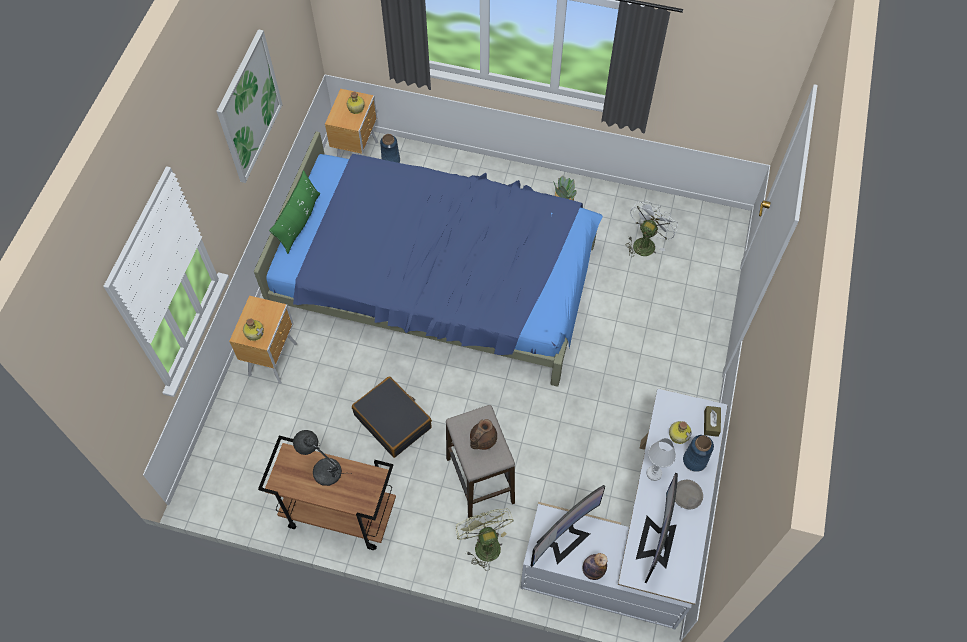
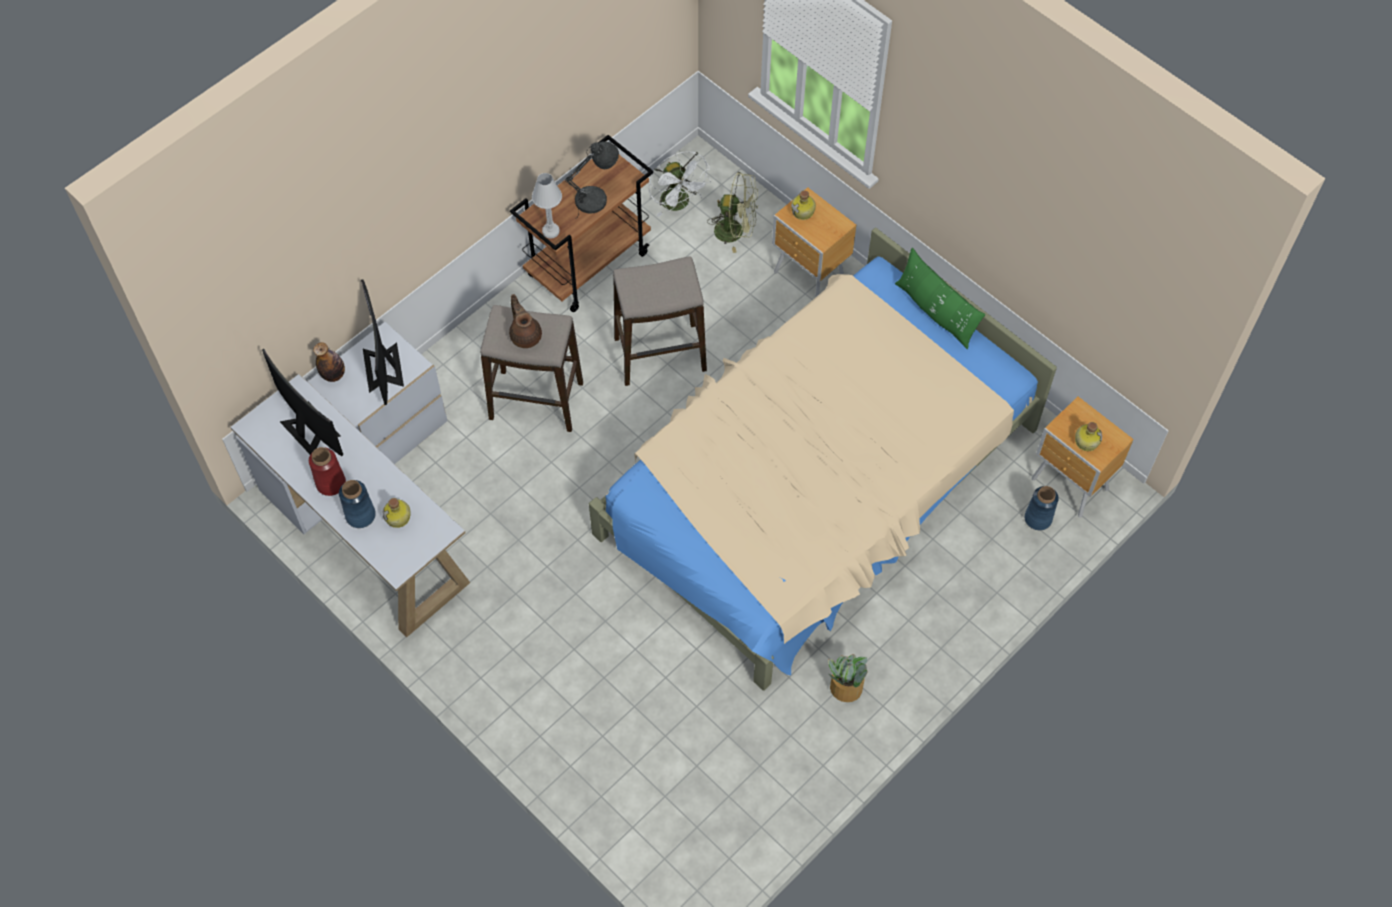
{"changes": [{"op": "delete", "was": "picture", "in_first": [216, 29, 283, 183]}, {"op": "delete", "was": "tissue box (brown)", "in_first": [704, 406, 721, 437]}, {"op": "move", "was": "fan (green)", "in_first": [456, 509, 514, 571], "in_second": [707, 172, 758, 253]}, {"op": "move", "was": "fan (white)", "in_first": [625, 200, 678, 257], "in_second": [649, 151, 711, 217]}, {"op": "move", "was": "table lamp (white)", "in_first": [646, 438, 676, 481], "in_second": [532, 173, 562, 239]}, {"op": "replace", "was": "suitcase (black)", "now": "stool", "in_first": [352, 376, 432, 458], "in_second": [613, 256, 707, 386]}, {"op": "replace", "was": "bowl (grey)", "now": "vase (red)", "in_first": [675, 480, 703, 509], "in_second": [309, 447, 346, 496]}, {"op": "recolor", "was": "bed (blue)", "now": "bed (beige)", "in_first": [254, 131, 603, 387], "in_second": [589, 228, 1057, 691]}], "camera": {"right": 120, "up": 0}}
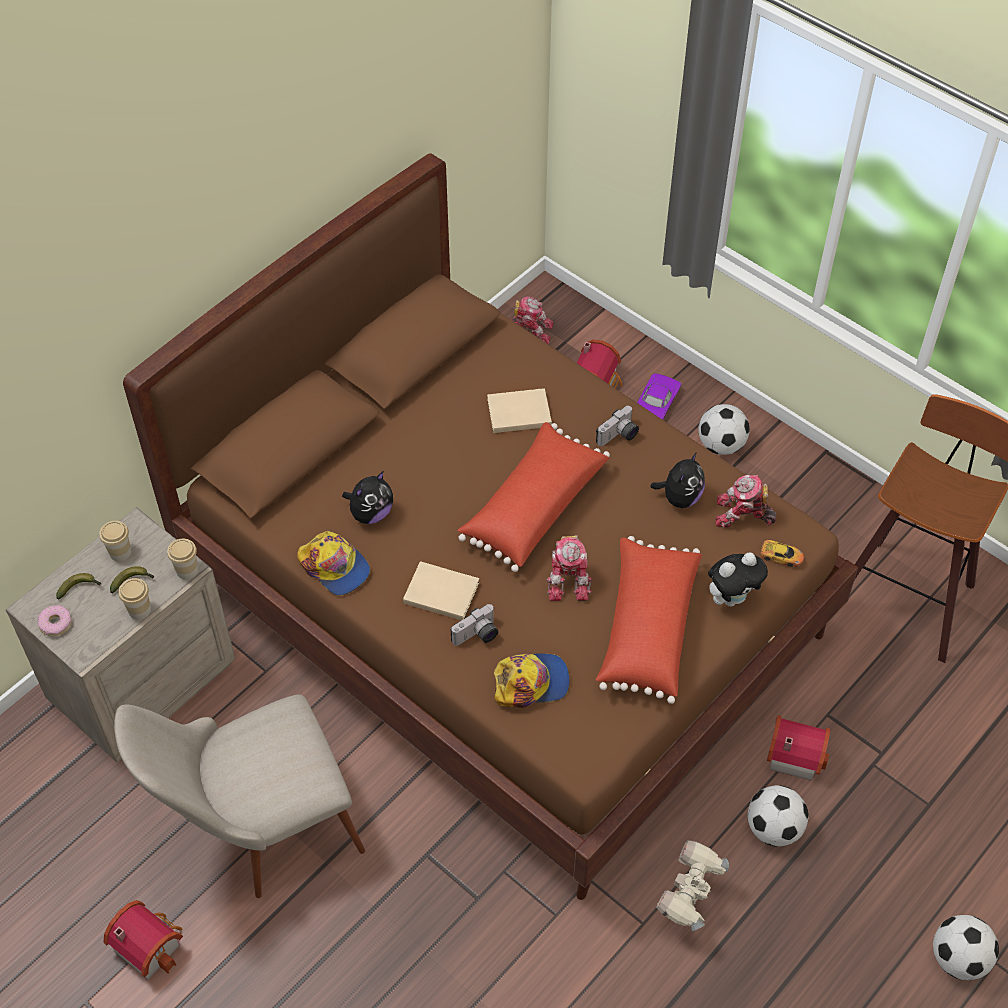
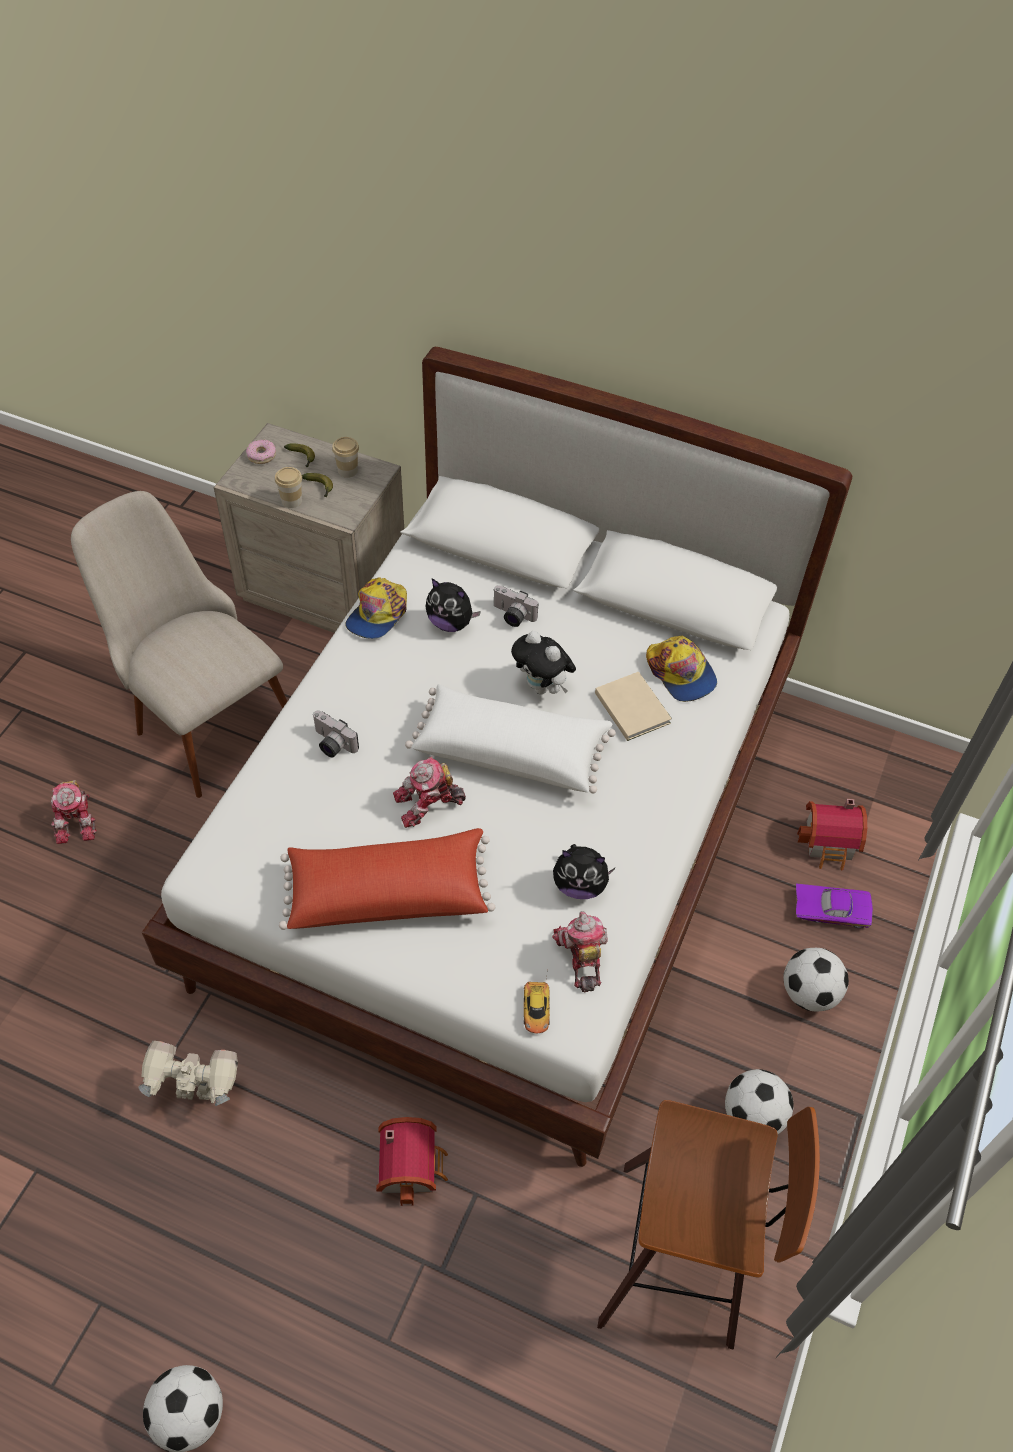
{"changes": [{"op": "delete", "was": "toy house", "in_first": [103, 900, 183, 980]}, {"op": "delete", "was": "cup", "in_first": [167, 539, 198, 579]}, {"op": "delete", "was": "book (beige)", "in_first": [403, 561, 479, 620]}, {"op": "move", "was": "cap", "in_first": [494, 653, 570, 708], "in_second": [646, 635, 717, 702]}, {"op": "move", "was": "toy robot", "in_first": [510, 296, 553, 345], "in_second": [51, 780, 97, 844]}, {"op": "move", "was": "photo camera", "in_first": [596, 406, 639, 446], "in_second": [493, 585, 538, 627]}, {"op": "move", "was": "plush toy", "in_first": [708, 552, 768, 607], "in_second": [511, 631, 576, 694]}, {"op": "move", "was": "football", "in_first": [747, 785, 809, 847], "in_second": [725, 1069, 794, 1134]}, {"op": "recolor", "was": "bed (brown)", "now": "bed (white)", "in_first": [123, 153, 858, 900], "in_second": [142, 347, 852, 1167]}, {"op": "recolor", "was": "pillow (red)", "now": "pillow (white)", "in_first": [458, 422, 610, 572], "in_second": [405, 684, 616, 794]}], "camera": {"right": 70, "up": 0}}
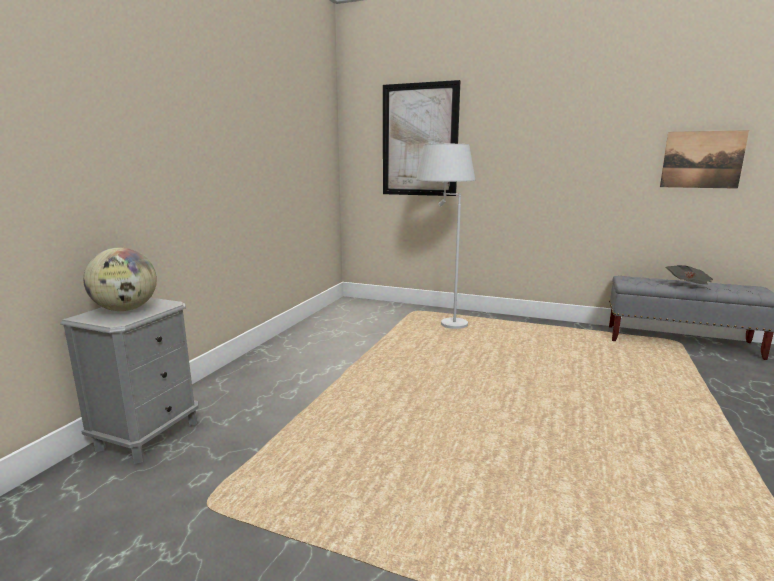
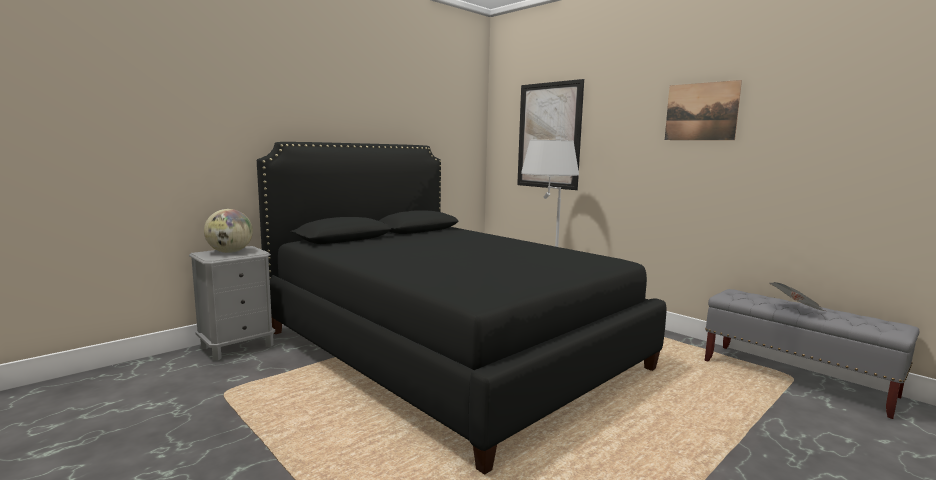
{"changes": [{"op": "insert", "now": "bed (black)", "in_second": [257, 142, 666, 475]}, {"op": "move", "was": "picture", "in_first": [660, 130, 749, 189], "in_second": [665, 80, 742, 140]}], "camera": {"right": 25, "up": -5}}
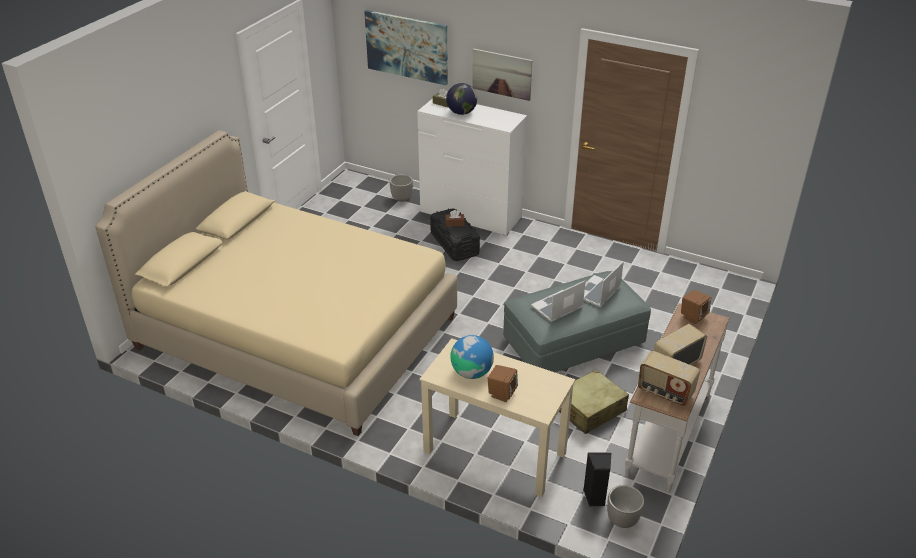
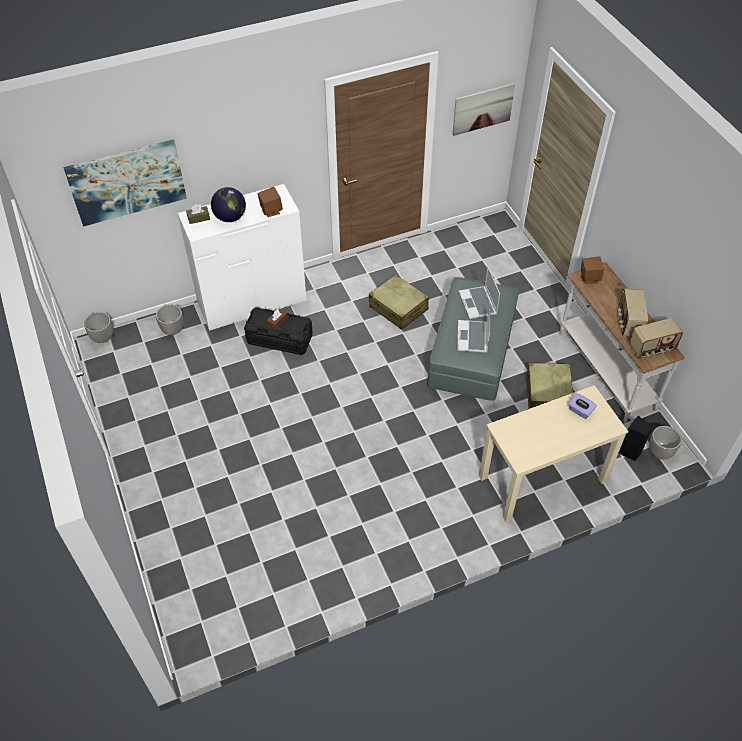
{"changes": [{"op": "delete", "was": "bed (beige)", "in_first": [95, 130, 457, 436]}, {"op": "delete", "was": "globe", "in_first": [450, 335, 494, 379]}, {"op": "insert", "now": "planter", "in_second": [84, 312, 113, 343]}, {"op": "insert", "now": "suitcase (beige)", "in_second": [369, 274, 429, 330]}, {"op": "insert", "now": "tissue box (purple)", "in_second": [568, 393, 597, 419]}, {"op": "move", "was": "picture", "in_first": [472, 49, 532, 101], "in_second": [452, 83, 515, 136]}, {"op": "move", "was": "speaker (brown)", "in_first": [488, 365, 518, 402], "in_second": [258, 187, 283, 217]}], "camera": {"right": -50, "up": 15}}
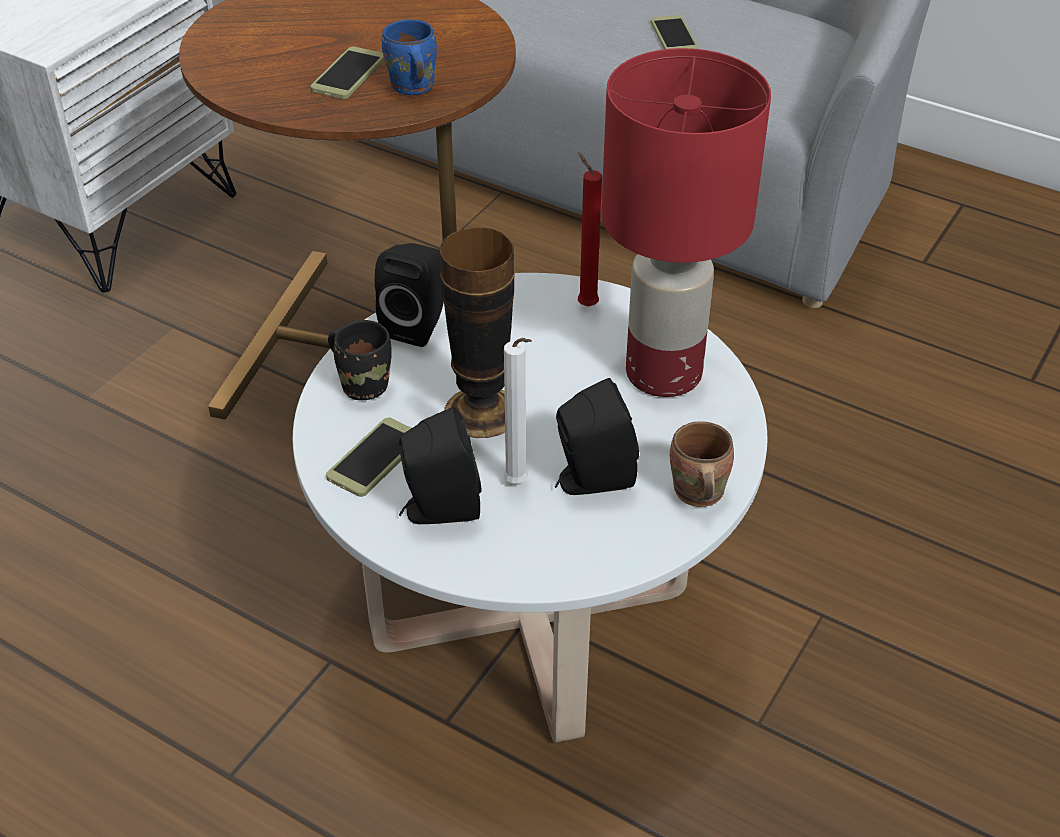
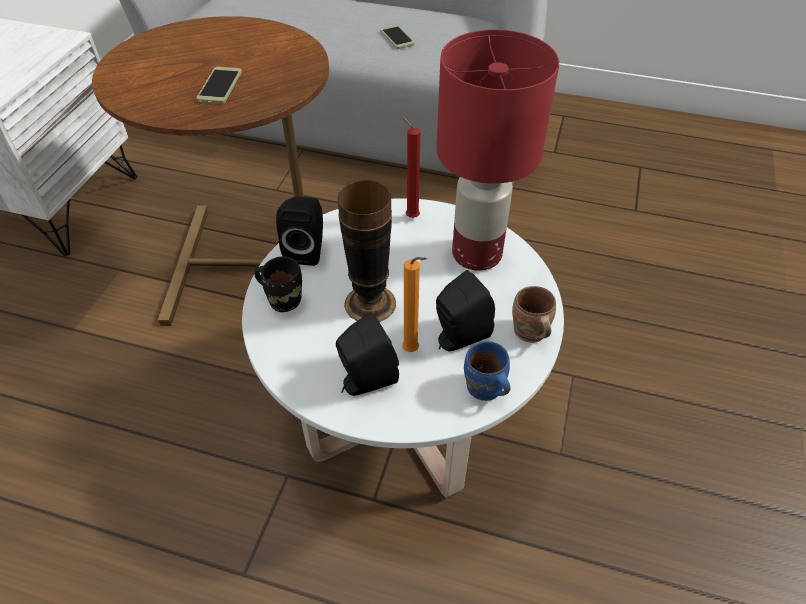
{"changes": [{"op": "delete", "was": "phone", "in_first": [326, 418, 411, 497]}, {"op": "move", "was": "mug (blue)", "in_first": [382, 19, 437, 95], "in_second": [464, 341, 511, 401]}, {"op": "recolor", "was": "candle (white)", "now": "candle (orange)", "in_first": [504, 338, 532, 484], "in_second": [402, 257, 427, 352]}], "camera": {"right": -15, "up": 5}}
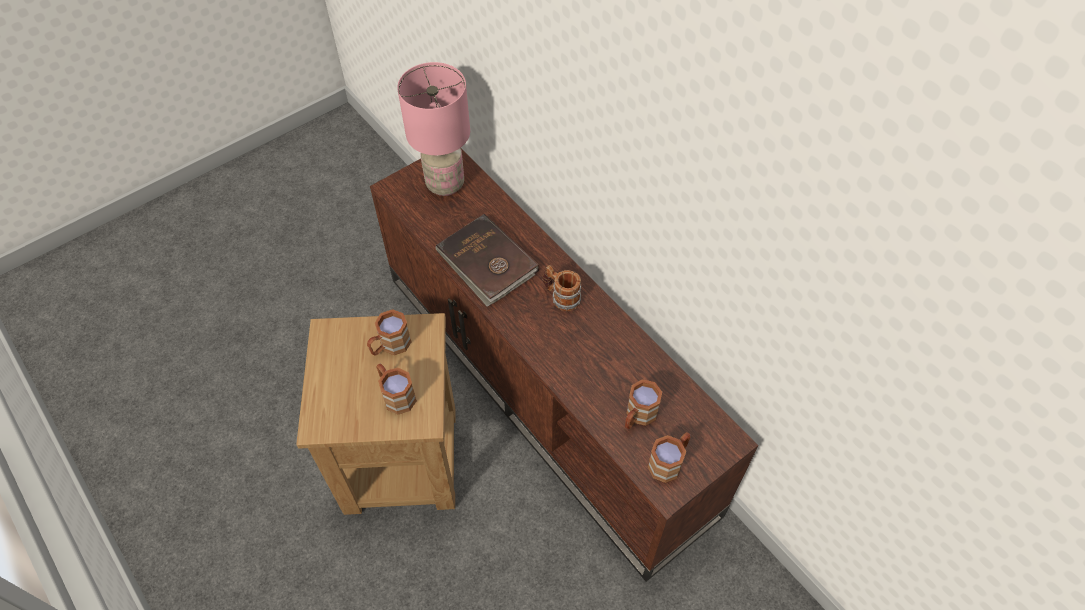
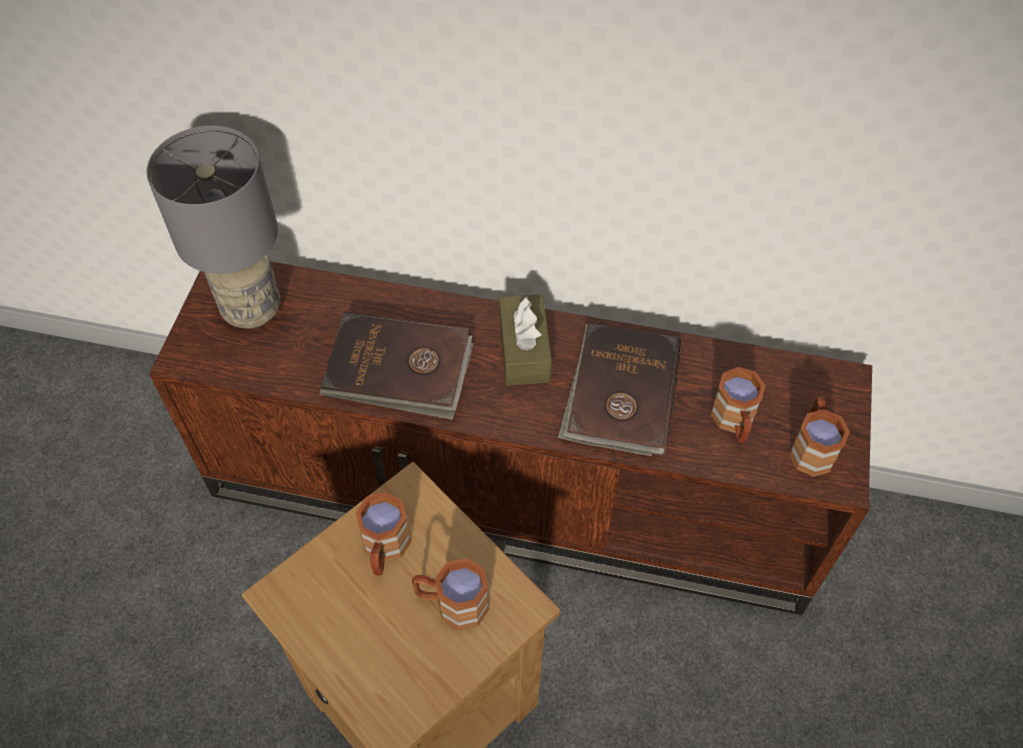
{"changes": [{"op": "insert", "now": "book (brown)", "in_second": [558, 323, 681, 457]}, {"op": "replace", "was": "mug", "now": "tissue box (brown)", "in_first": [543, 265, 581, 311], "in_second": [499, 294, 552, 386]}, {"op": "recolor", "was": "table lamp (pink)", "now": "table lamp (grey)", "in_first": [397, 62, 470, 196], "in_second": [147, 126, 281, 329]}], "camera": {"right": -40, "up": 0}}
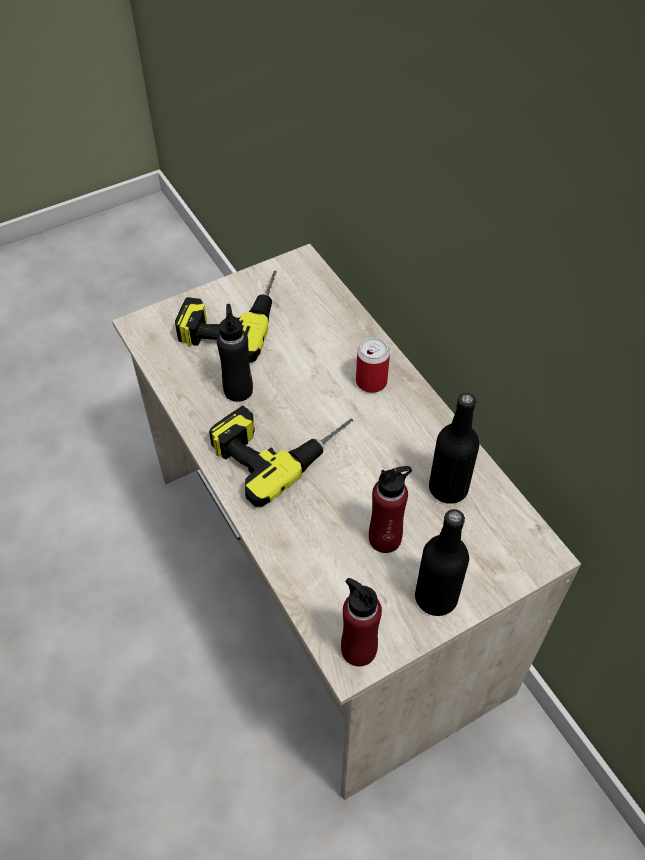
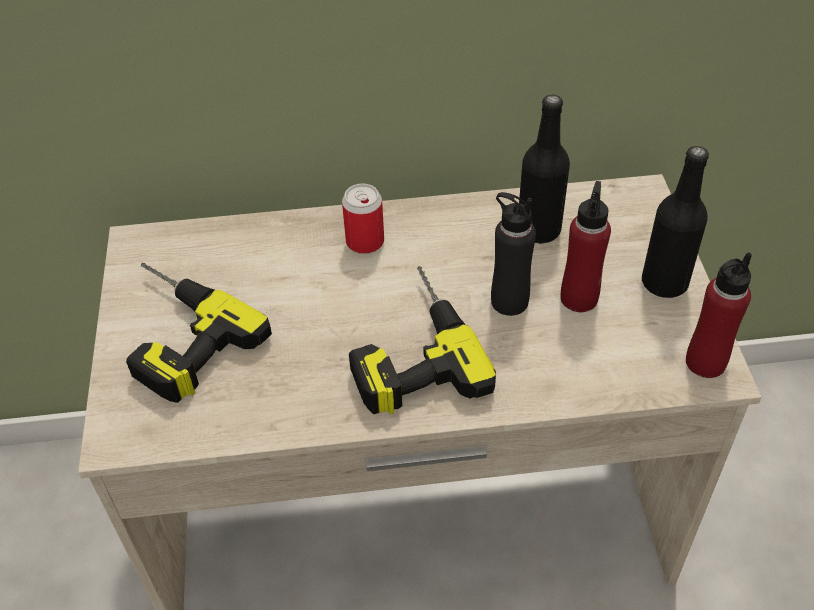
{"changes": [{"op": "move", "was": "bottle (black)", "in_first": [217, 304, 253, 402], "in_second": [491, 192, 536, 316]}], "camera": {"right": -65, "up": -5}}
